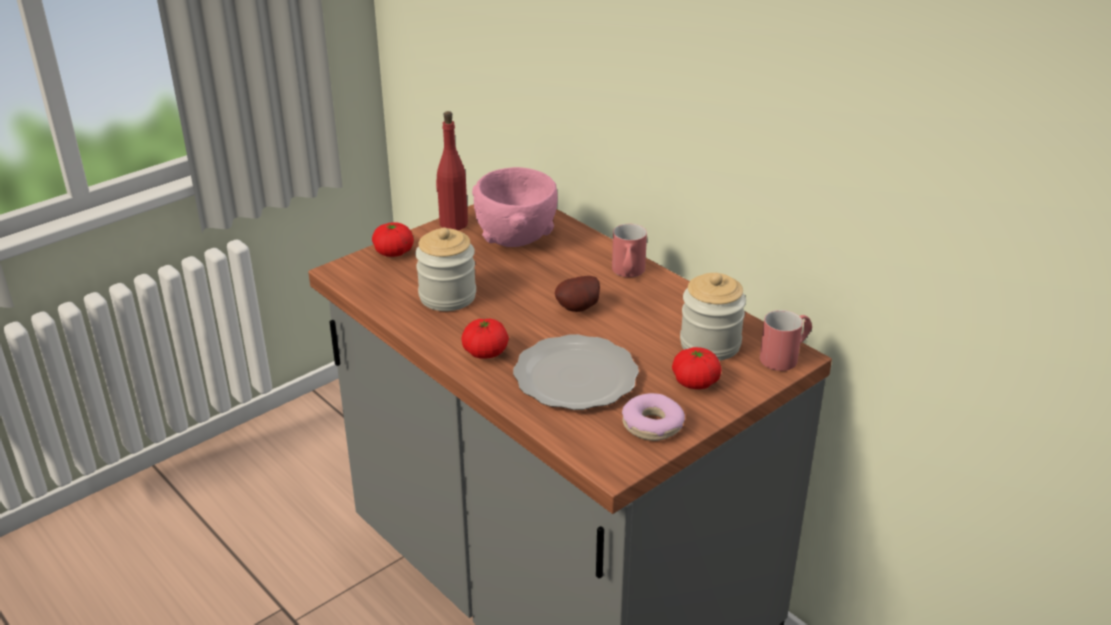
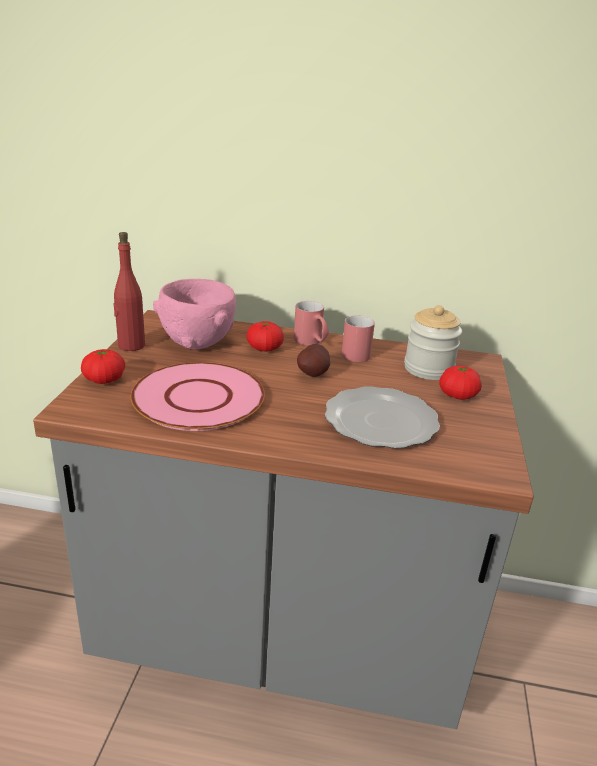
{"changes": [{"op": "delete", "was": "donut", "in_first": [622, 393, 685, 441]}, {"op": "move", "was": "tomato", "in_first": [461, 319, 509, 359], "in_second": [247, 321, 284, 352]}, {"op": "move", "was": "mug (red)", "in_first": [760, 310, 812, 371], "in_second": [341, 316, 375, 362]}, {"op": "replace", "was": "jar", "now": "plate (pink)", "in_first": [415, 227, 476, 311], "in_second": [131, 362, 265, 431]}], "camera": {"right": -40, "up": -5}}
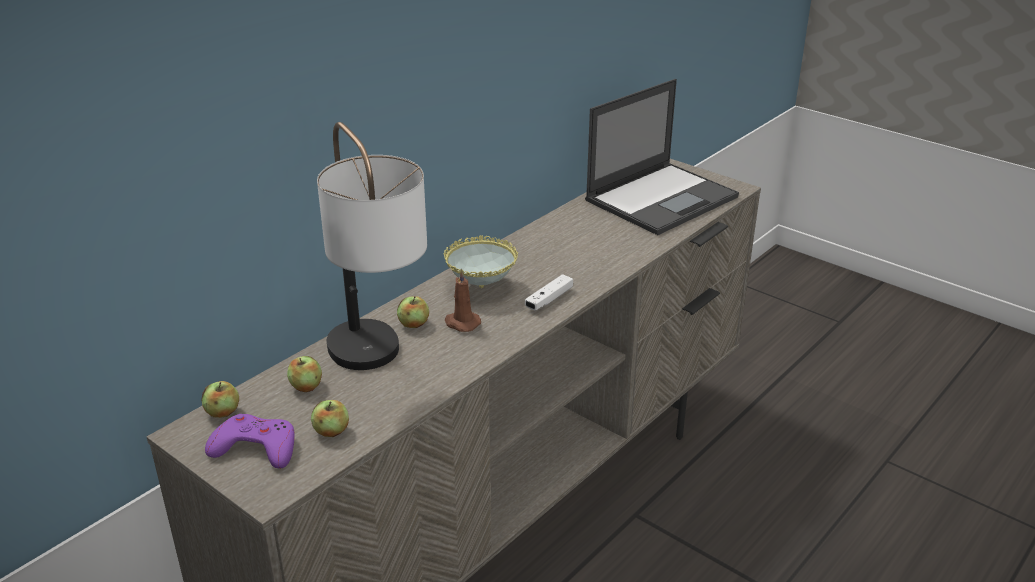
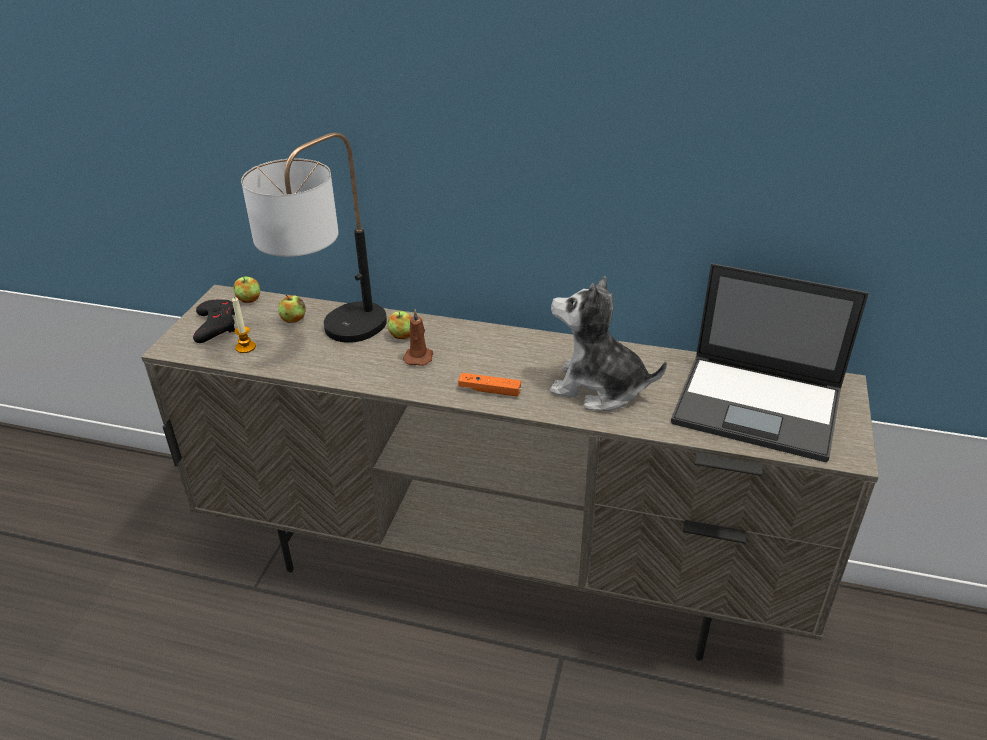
{"changes": [{"op": "delete", "was": "bowl", "in_first": [443, 235, 518, 288]}, {"op": "insert", "now": "plush toy", "in_second": [550, 276, 667, 411]}, {"op": "replace", "was": "apple", "now": "candle", "in_first": [311, 400, 349, 437], "in_second": [232, 297, 256, 353]}, {"op": "recolor", "was": "game controller (purple)", "now": "game controller (black)", "in_first": [205, 414, 295, 468], "in_second": [193, 300, 235, 343]}, {"op": "recolor", "was": "game controller (white)", "now": "game controller (orange)", "in_first": [525, 274, 573, 310], "in_second": [458, 373, 521, 396]}], "camera": {"right": 65, "up": 5}}
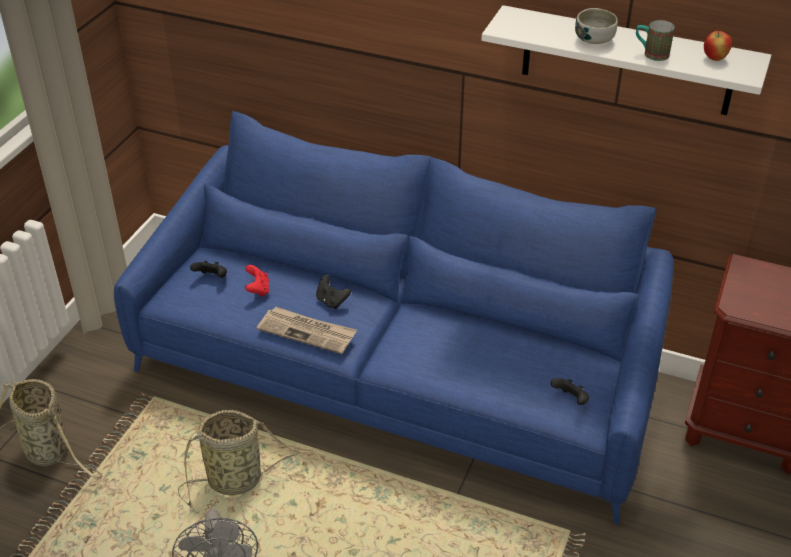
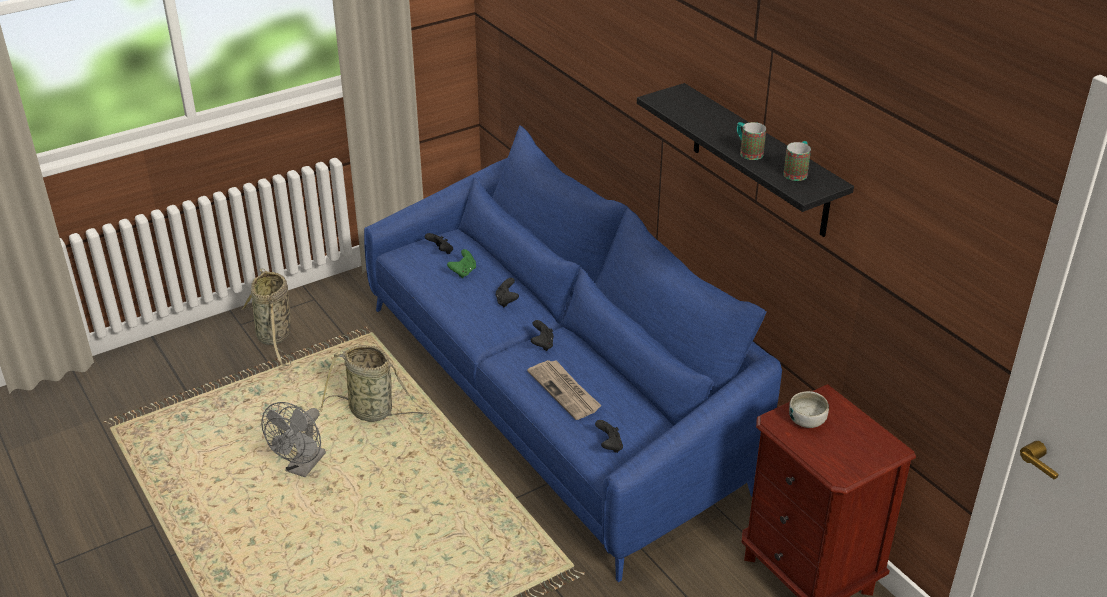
{"changes": [{"op": "insert", "now": "game controller (black)", "in_second": [531, 320, 554, 351]}, {"op": "move", "was": "newspaper", "in_first": [257, 307, 357, 354], "in_second": [527, 360, 602, 420]}, {"op": "move", "was": "bowl", "in_first": [575, 8, 618, 44], "in_second": [789, 391, 829, 428]}, {"op": "replace", "was": "apple", "now": "mug", "in_first": [704, 30, 732, 61], "in_second": [783, 141, 811, 181]}, {"op": "recolor", "was": "game controller (red)", "now": "game controller (green)", "in_first": [245, 265, 269, 297], "in_second": [447, 249, 476, 278]}, {"op": "recolor", "was": "shelf (white)", "now": "shelf (black)", "in_first": [482, 5, 771, 115], "in_second": [637, 83, 854, 237]}], "camera": {"right": 35, "up": -5}}
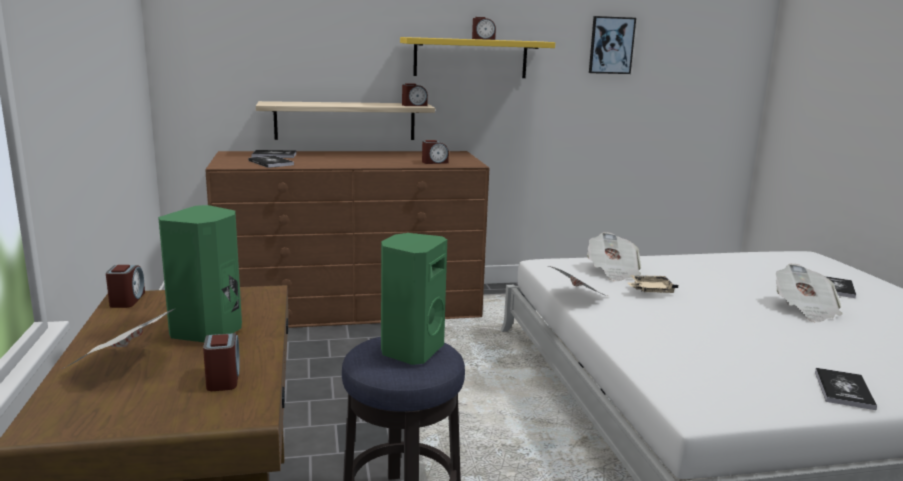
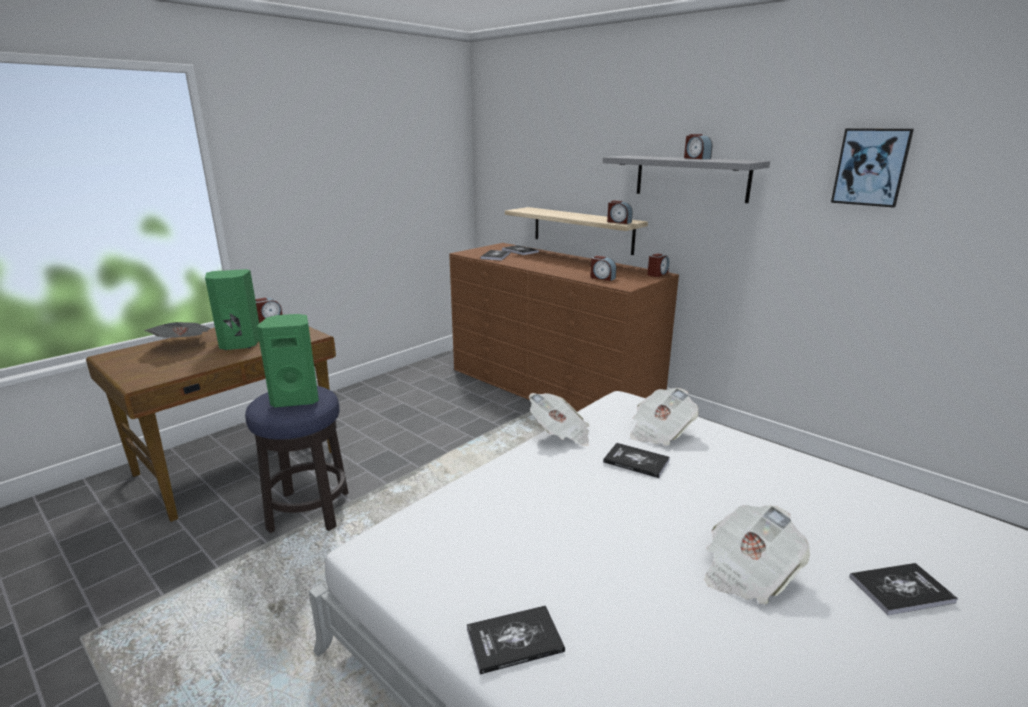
{"changes": [{"op": "move", "was": "alarm clock", "in_first": [203, 333, 240, 391], "in_second": [647, 253, 669, 277]}, {"op": "replace", "was": "tray (beige)", "now": "book", "in_first": [627, 275, 678, 293], "in_second": [603, 443, 670, 478]}, {"op": "recolor", "was": "shelf (yellow)", "now": "shelf (grey)", "in_first": [400, 37, 555, 78], "in_second": [603, 155, 770, 203]}], "camera": {"right": 55, "up": 5}}
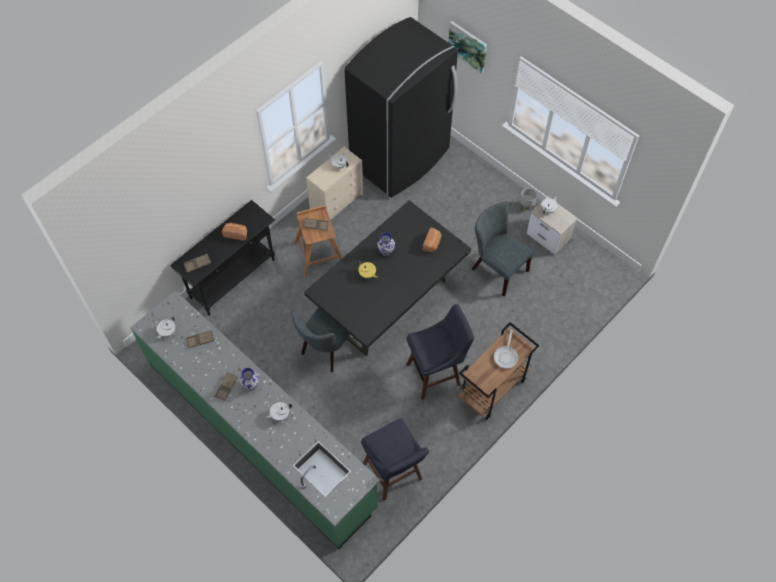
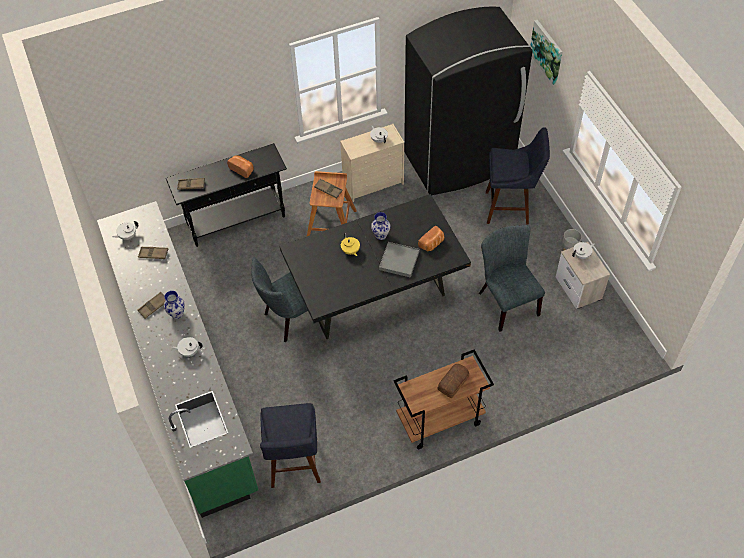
{"changes": [{"op": "insert", "now": "tray (grey)", "in_second": [379, 242, 419, 278]}, {"op": "move", "was": "stool (blue)", "in_first": [406, 304, 474, 400], "in_second": [486, 127, 550, 225]}, {"op": "replace", "was": "frying pan", "now": "bread", "in_first": [494, 330, 518, 369], "in_second": [438, 364, 469, 398]}], "camera": {"right": 25, "up": -5}}
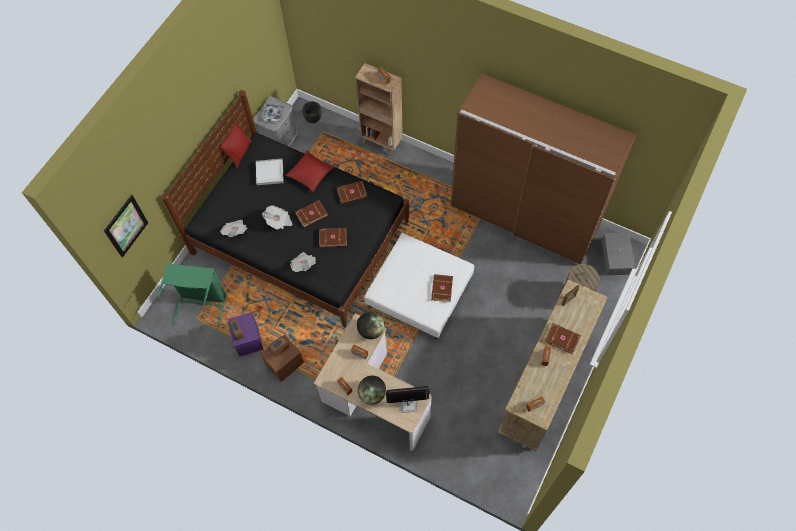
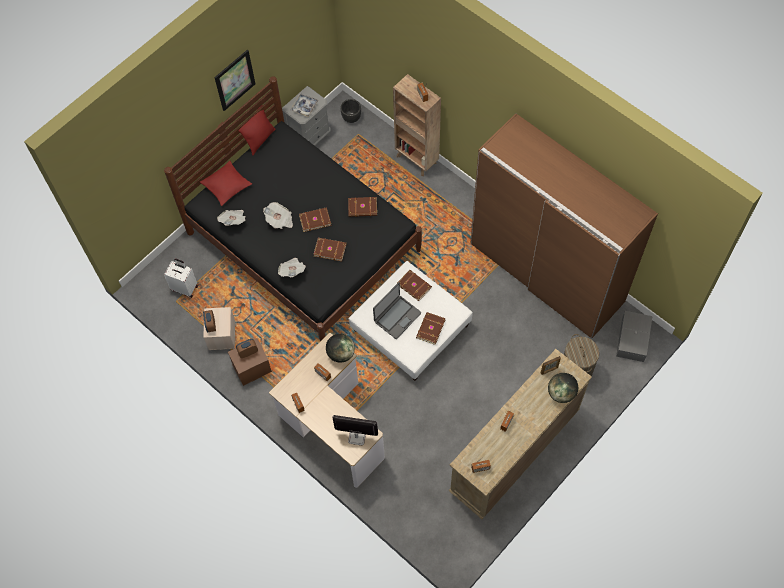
{"changes": [{"op": "delete", "was": "tray (white)", "in_first": [256, 159, 284, 185]}, {"op": "insert", "now": "laptop", "in_second": [373, 282, 421, 339]}, {"op": "move", "was": "picture", "in_first": [104, 195, 148, 258], "in_second": [214, 50, 255, 111]}, {"op": "move", "was": "pillow (red)", "in_first": [286, 150, 334, 192], "in_second": [200, 161, 252, 206]}, {"op": "move", "was": "globe", "in_first": [358, 376, 386, 405], "in_second": [548, 373, 578, 403]}, {"op": "move", "was": "book (brown)", "in_first": [544, 323, 581, 354], "in_second": [397, 270, 432, 301]}, {"op": "replace", "was": "laundry basket (green)", "now": "suitcase (white)", "in_first": [157, 263, 227, 330], "in_second": [164, 259, 198, 298]}, {"op": "recolor", "was": "storage box (purple)", "now": "storage box (beige)", "in_first": [227, 312, 264, 357], "in_second": [203, 307, 235, 350]}], "camera": {"right": 15, "up": 0}}
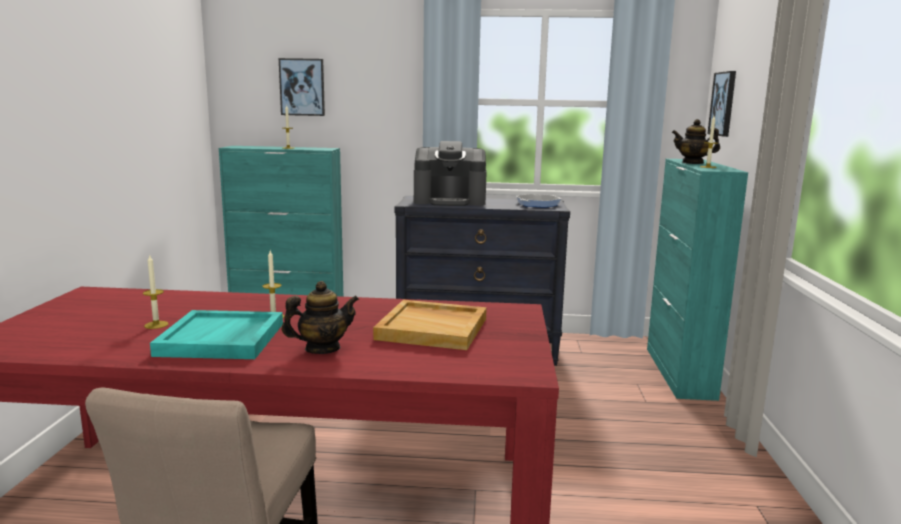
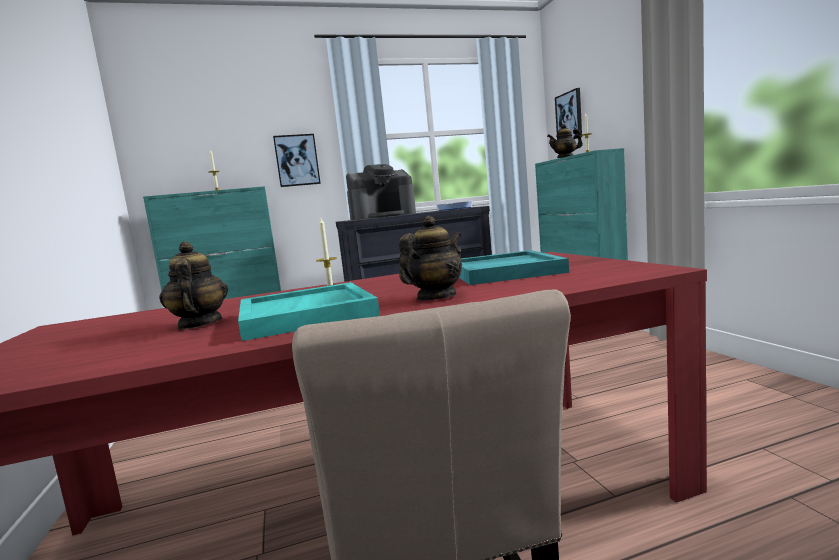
{"changes": [{"op": "move", "was": "picture", "in_first": [279, 58, 325, 116], "in_second": [273, 134, 321, 187]}, {"op": "replace", "was": "candle", "now": "teapot", "in_first": [143, 254, 168, 329], "in_second": [159, 241, 228, 330]}, {"op": "recolor", "was": "tray (beige)", "now": "tray (turquoise)", "in_first": [373, 300, 487, 350], "in_second": [459, 250, 569, 285]}], "camera": {"right": -20, "up": -5}}
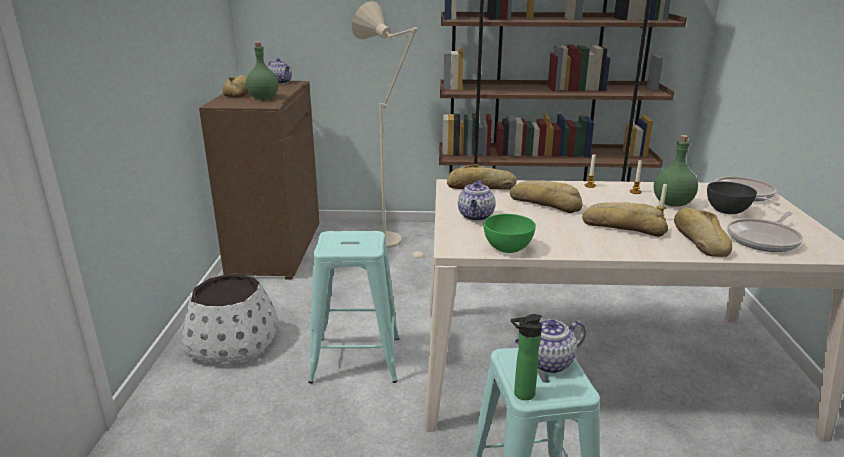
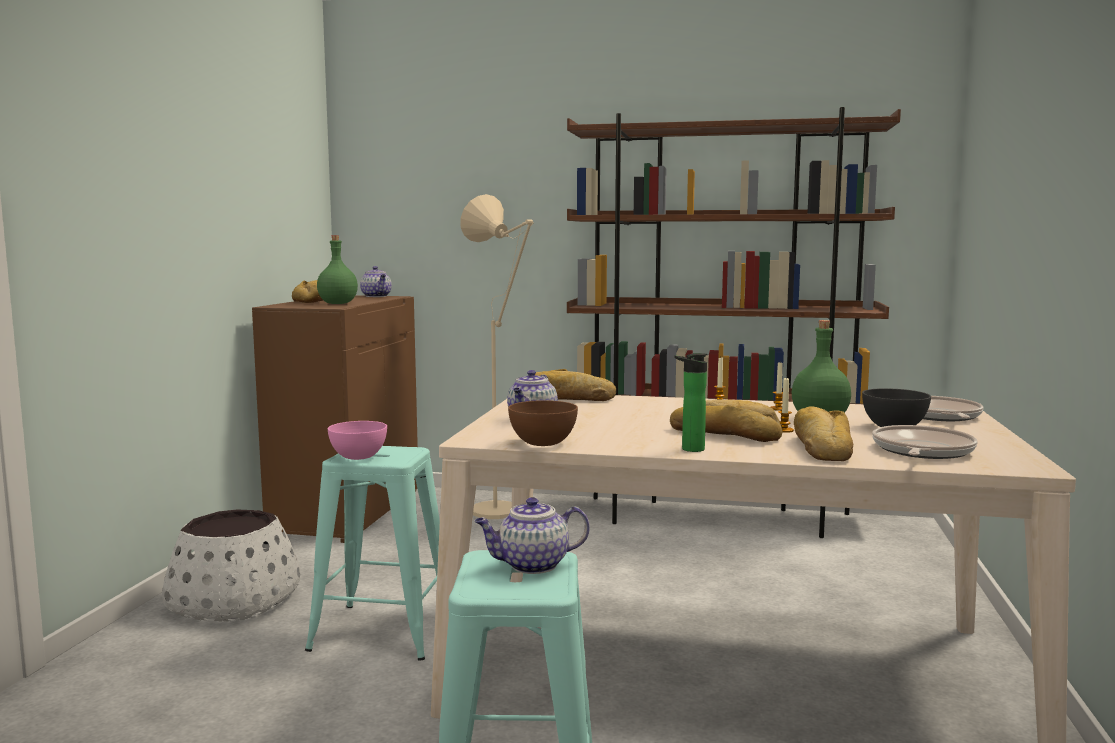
{"changes": [{"op": "delete", "was": "bread", "in_first": [510, 181, 583, 213]}, {"op": "insert", "now": "bowl (pink)", "in_second": [328, 421, 387, 460]}, {"op": "move", "was": "bottle", "in_first": [511, 314, 542, 400], "in_second": [675, 353, 708, 452]}, {"op": "recolor", "was": "bowl (green)", "now": "bowl (brown)", "in_first": [484, 214, 536, 253], "in_second": [508, 400, 578, 446]}, {"op": "rotate", "was": "frying pan", "in_first": [727, 212, 803, 252], "in_second": [872, 425, 978, 459], "clockwise": 150}], "camera": {"right": 10, "up": -15}}
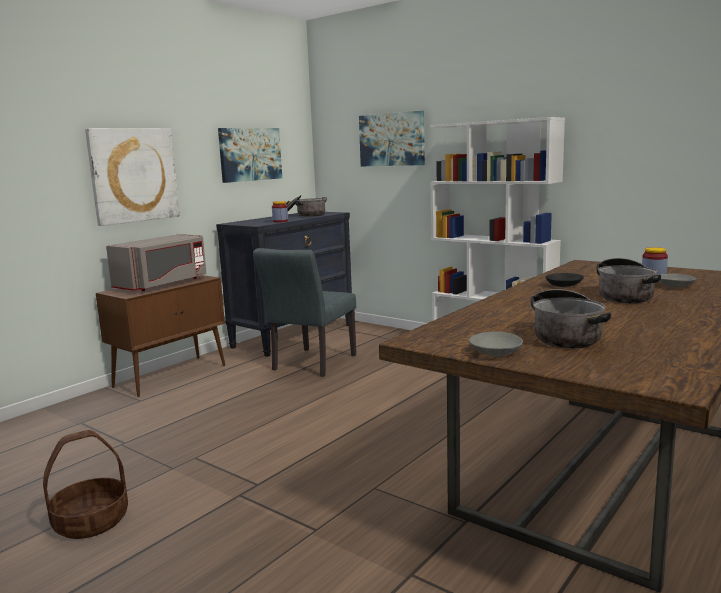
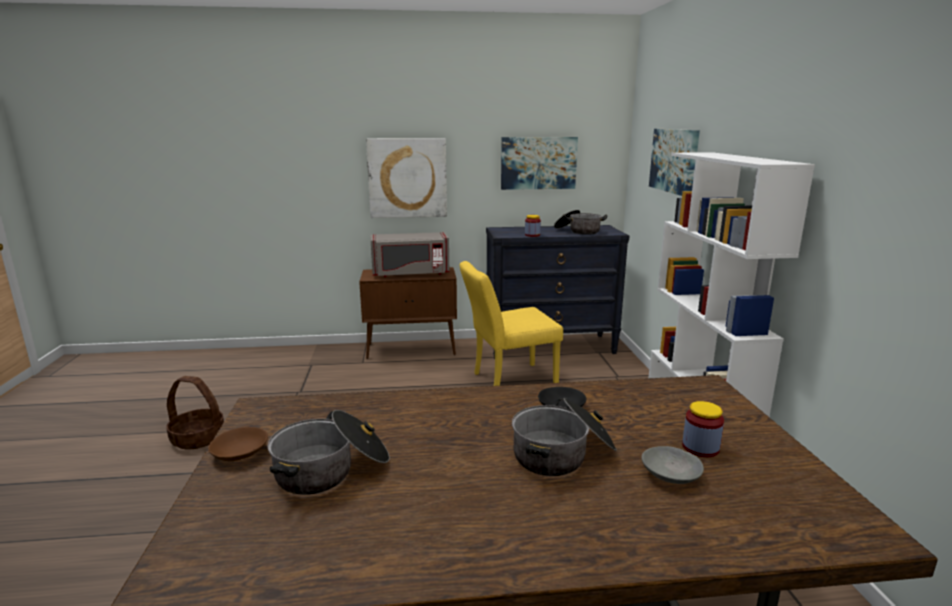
{"changes": [{"op": "recolor", "was": "chair (grey)", "now": "chair (yellow)", "in_first": [253, 248, 356, 377], "in_second": [459, 261, 563, 386]}, {"op": "recolor", "was": "bowl (grey)", "now": "bowl (brown)", "in_first": [469, 332, 523, 356], "in_second": [208, 427, 268, 461]}], "camera": {"right": 45, "up": 5}}
